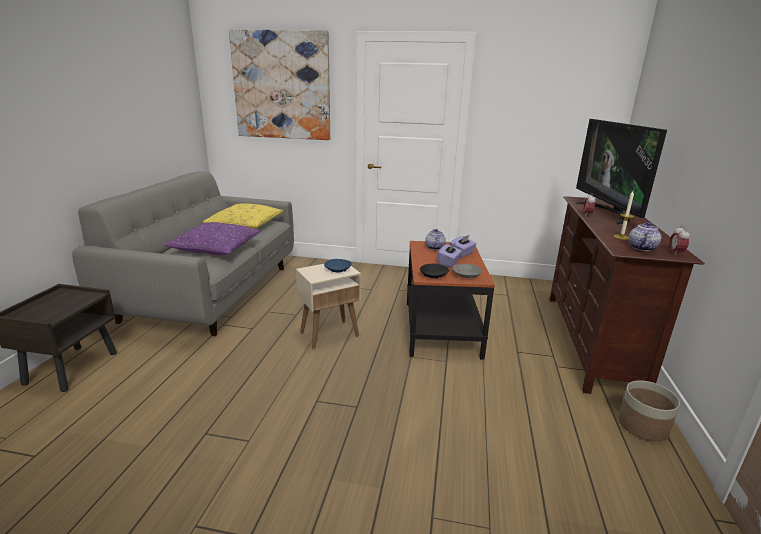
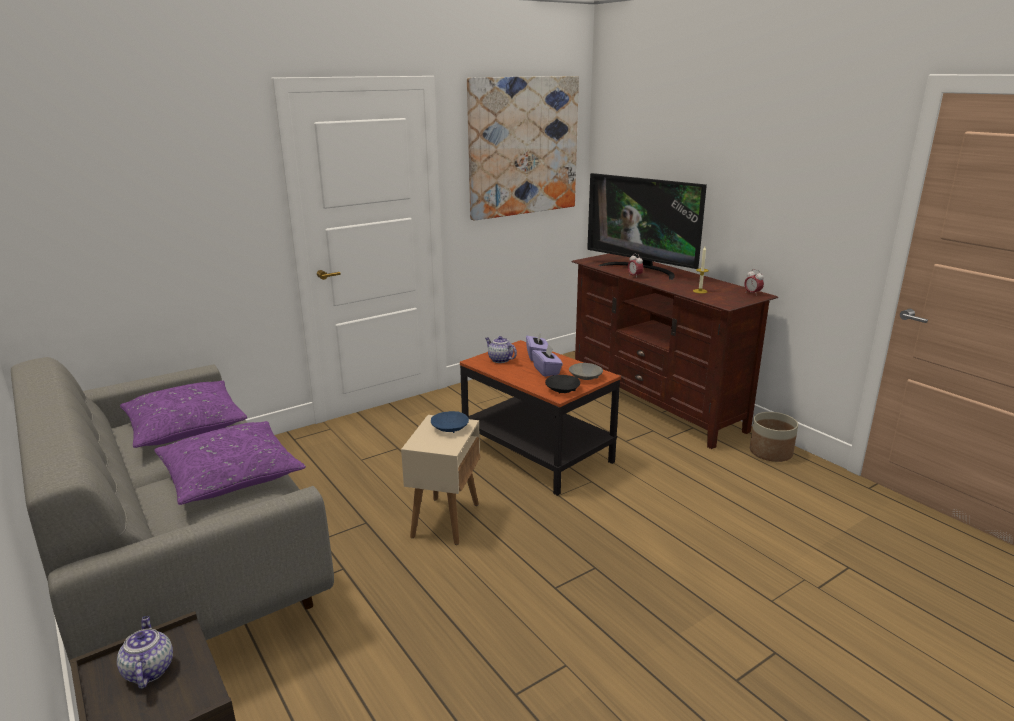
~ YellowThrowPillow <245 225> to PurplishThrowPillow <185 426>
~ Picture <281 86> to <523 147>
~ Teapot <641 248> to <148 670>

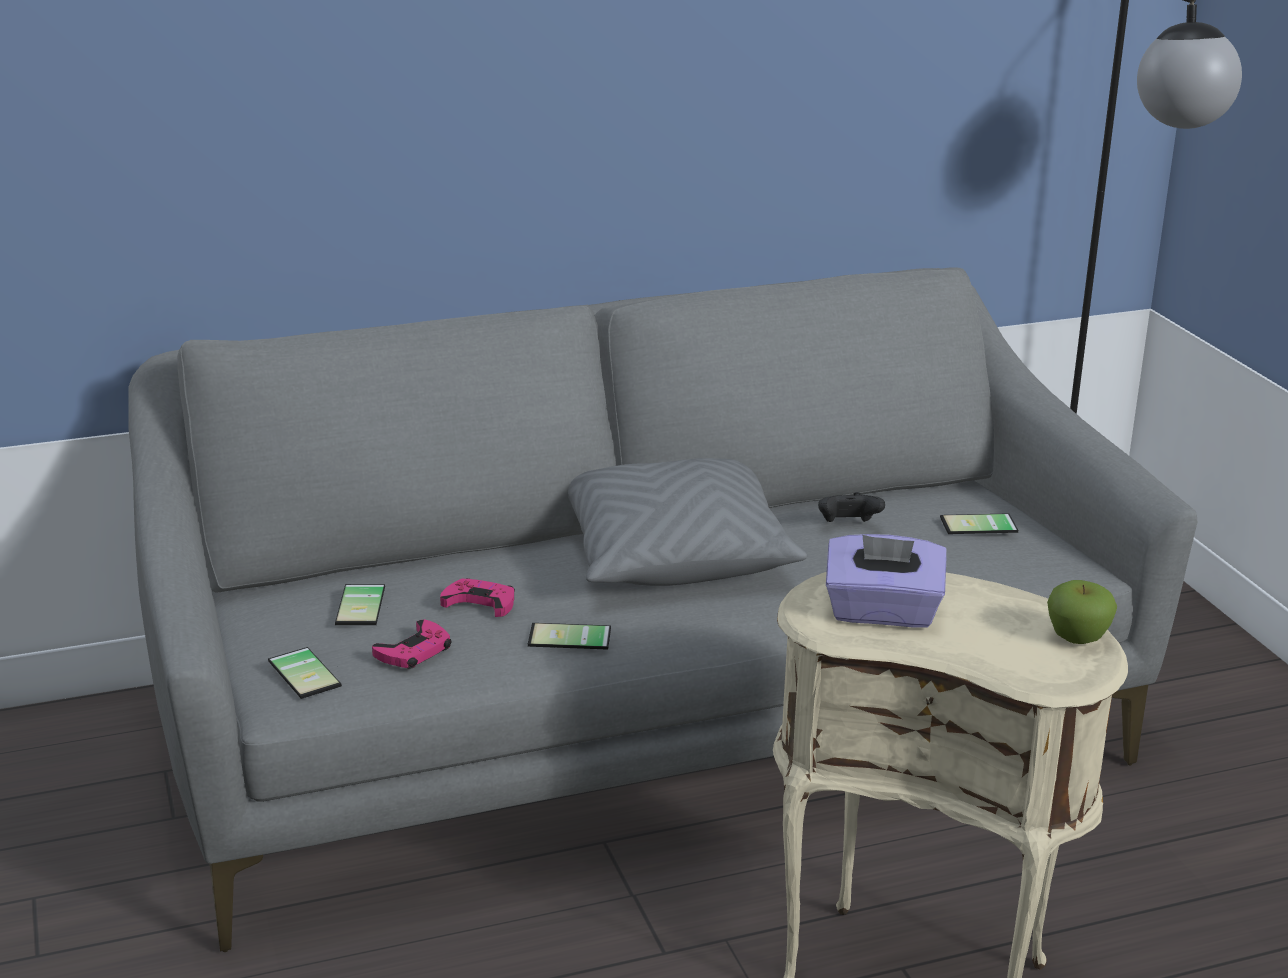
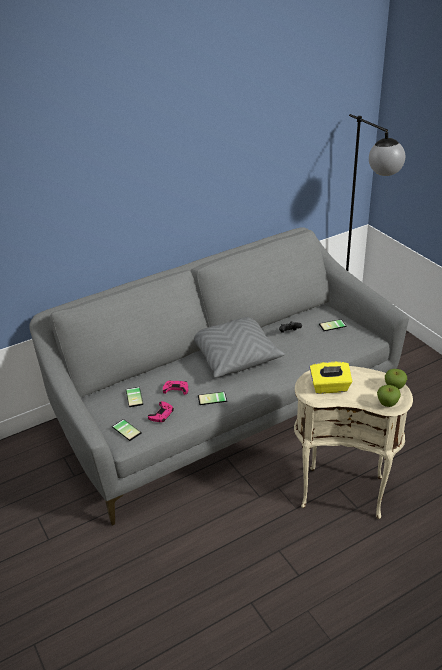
~ PurplishTissueBox <882 613> to YellowTissueBox <330 387>
+ Apple <387 404>

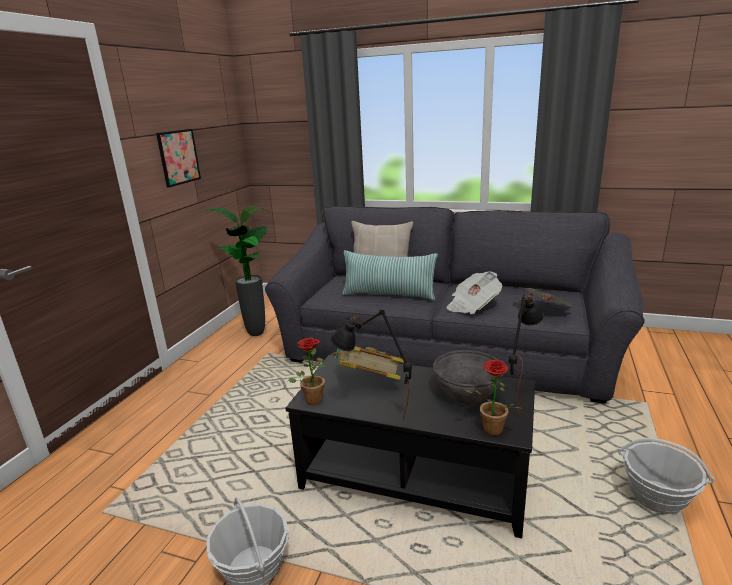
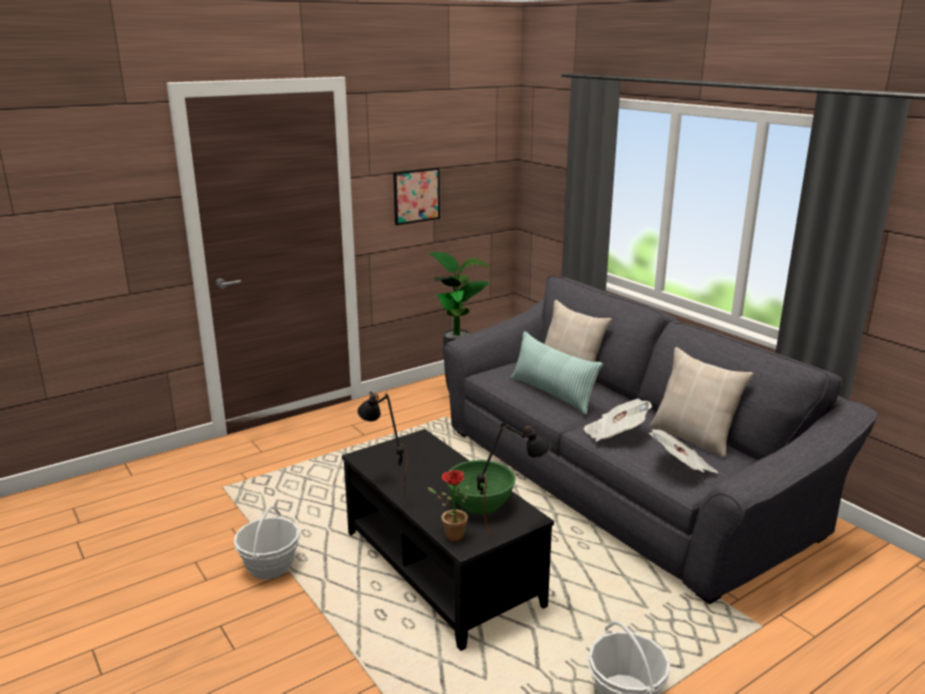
- PlantInAPot <313 398>
- BoundBook <367 382>
~ GreyishServingBowl <467 393> to GreenishServingBowl <479 504>
+ BeigeColouredThrowPillow <694 437>

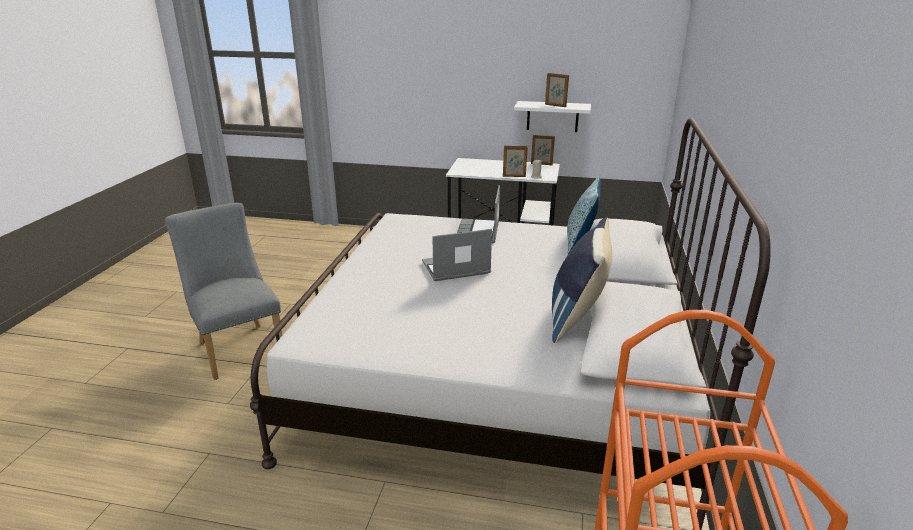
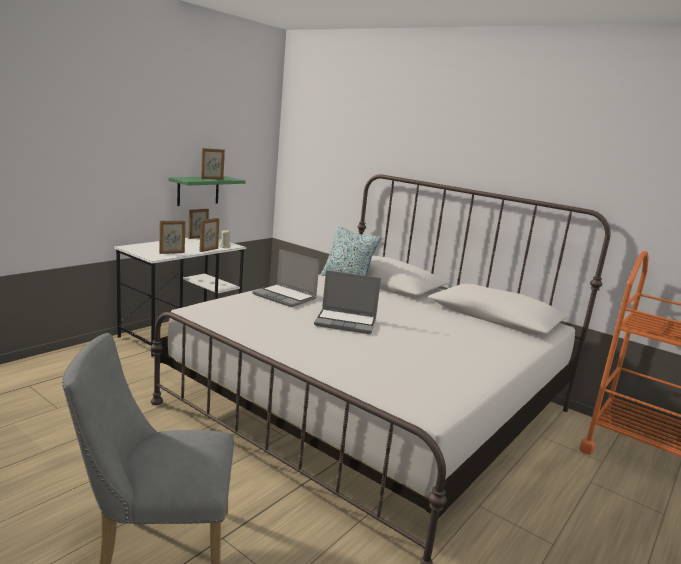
~ PortableComputer <455 269> = <346 322> 90 degrees counterclockwise
~ WhitishShelf <552 116> to GreenishShelf <198 190>
- BlueThrowPillow <577 318>
+ StandingFrame <172 253>

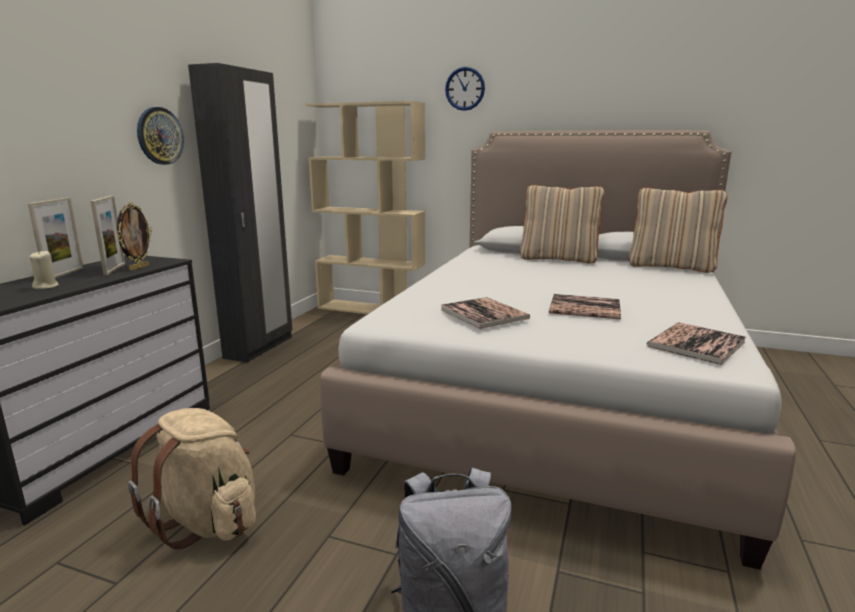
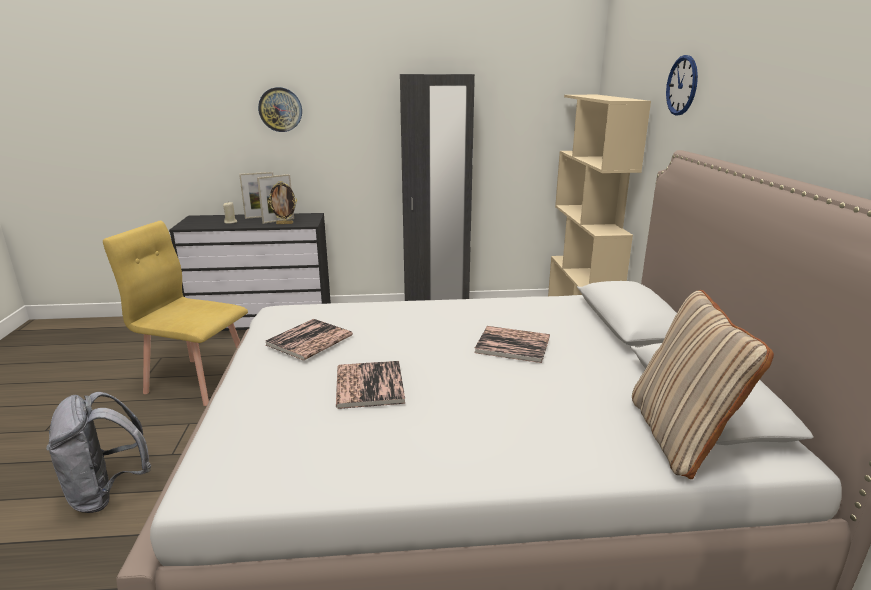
~ BeigeColouredKnapsack <208 521> to YellowChair <198 380>
~ ClockOnTheWall <159 136> to <280 109>
- BeigeColouredThrowPillow <558 259>
~ BoundBook <696 344> to <512 345>

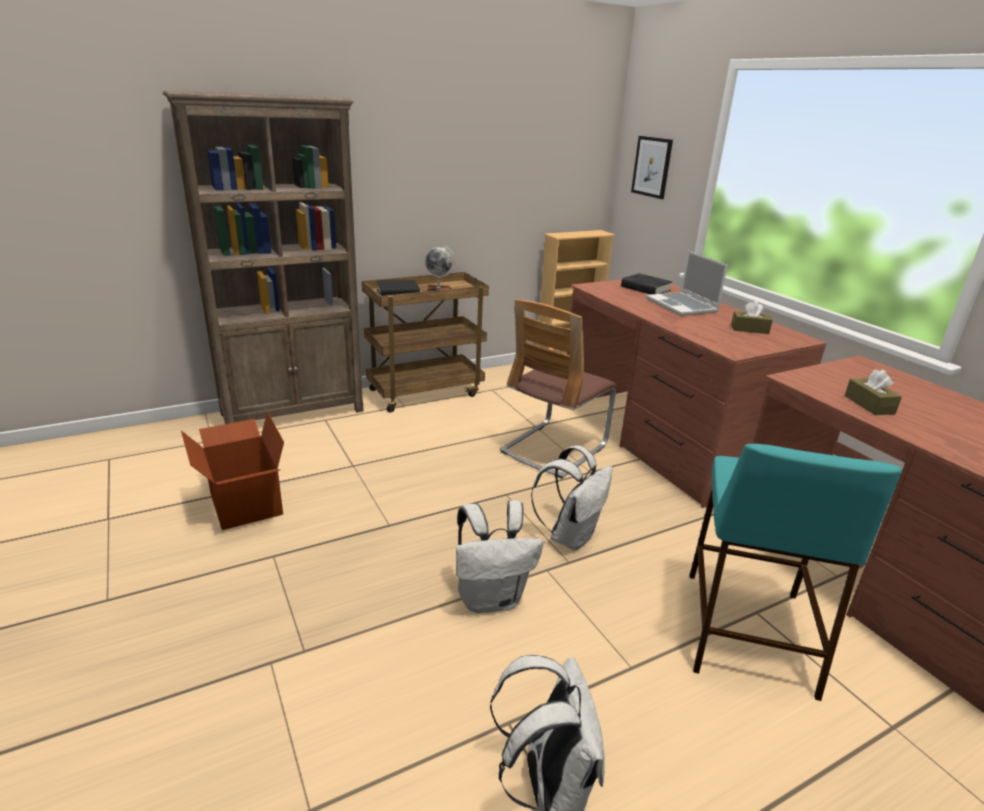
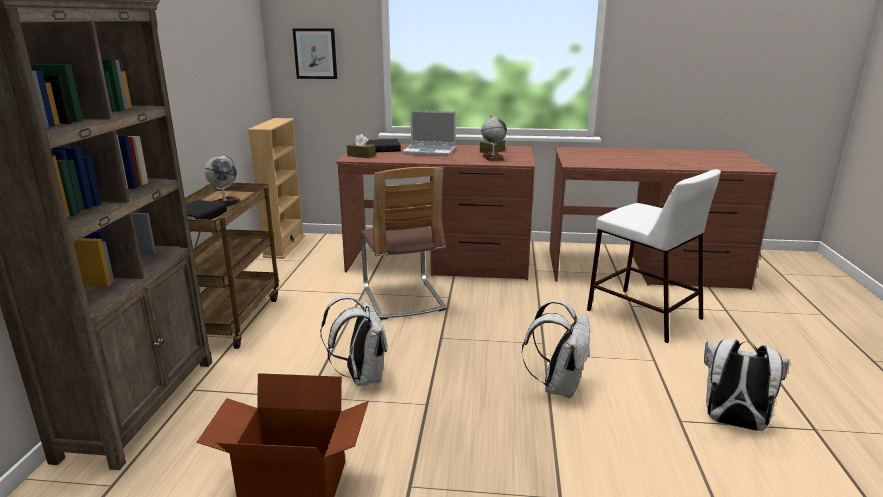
~ WhitishKnapsack <571 536> to <361 377>
~ TurquoiseColouredStool <746 629> to WhitishStool <642 314>
~ BrownishTissueBox <869 404> to <361 155>
+ WorldGlobe <493 158>

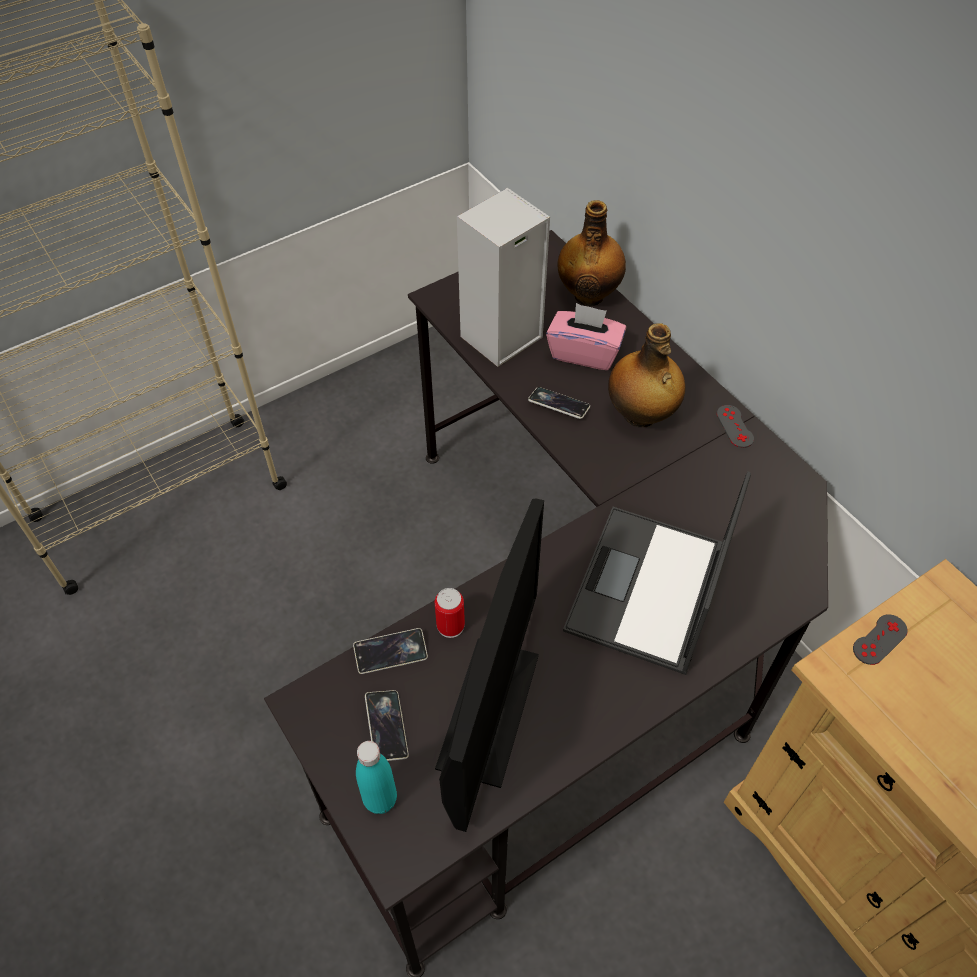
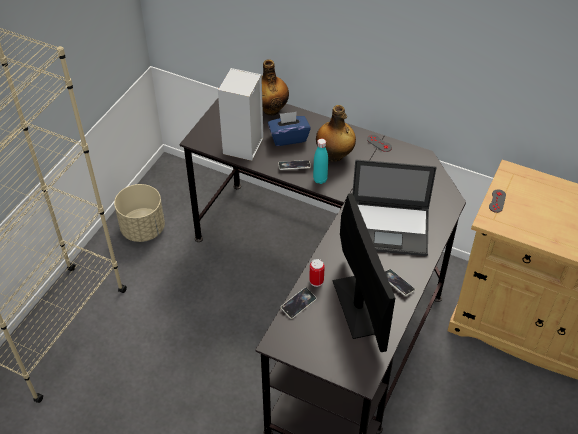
~ TurquoiseColouredDrinkBottle <380 799> to <320 179>
~ Telephone <386 727> to <397 283>
~ PinkishTissueBox <584 353> to BlueTissueBox <288 137>
~ PortableComputer <647 591> = <389 228> 75 degrees counterclockwise
+ BeigeColouredPlantPot <143 229>

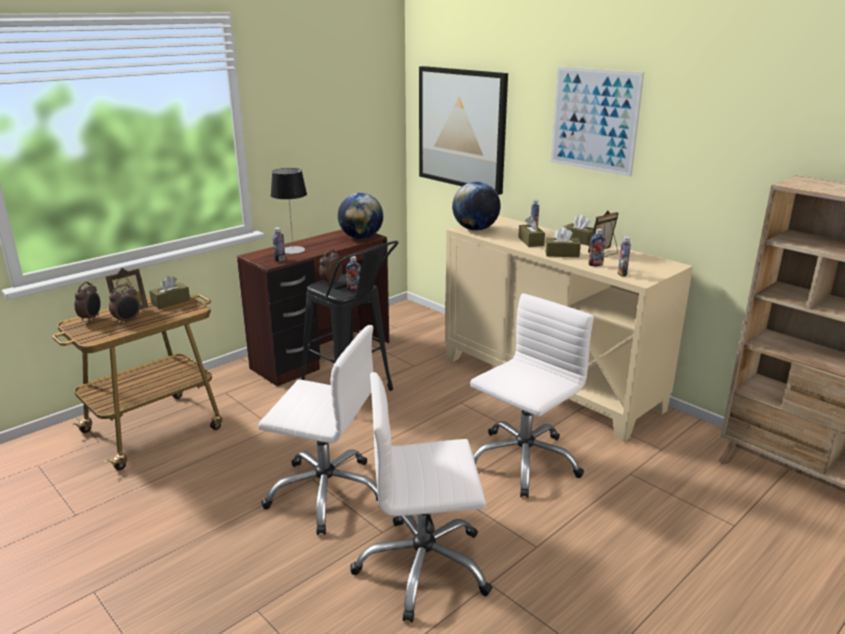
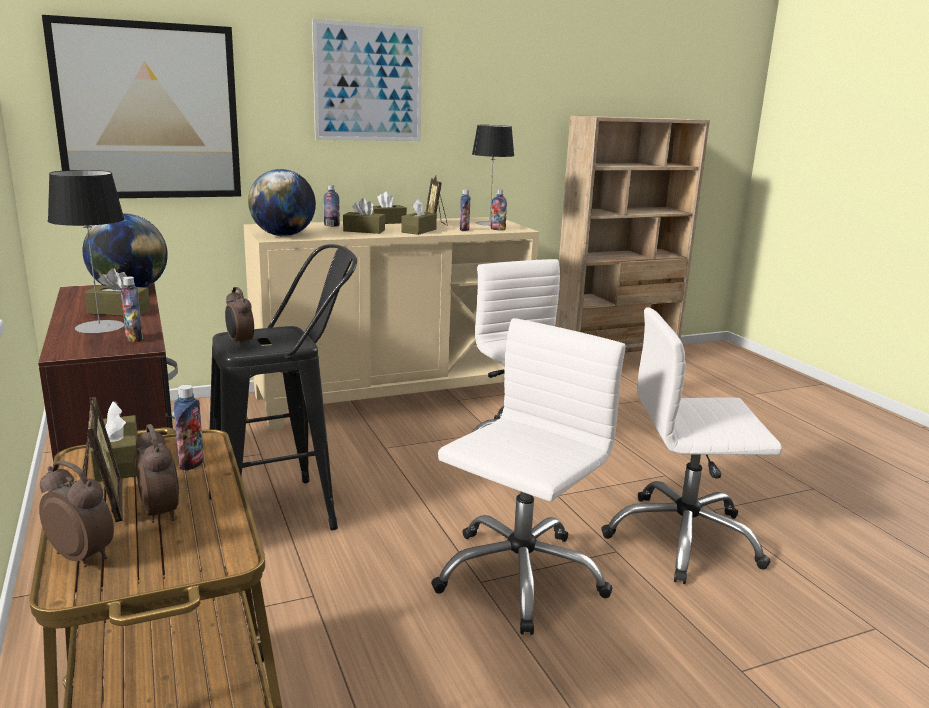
~ DrinkBottle <354 289> to <191 463>
~ WhitishOfficeChair <423 567> = <683 539> 75 degrees clockwise
+ BrownishTissueBox <119 311>
+ TabletopLamp <489 223>

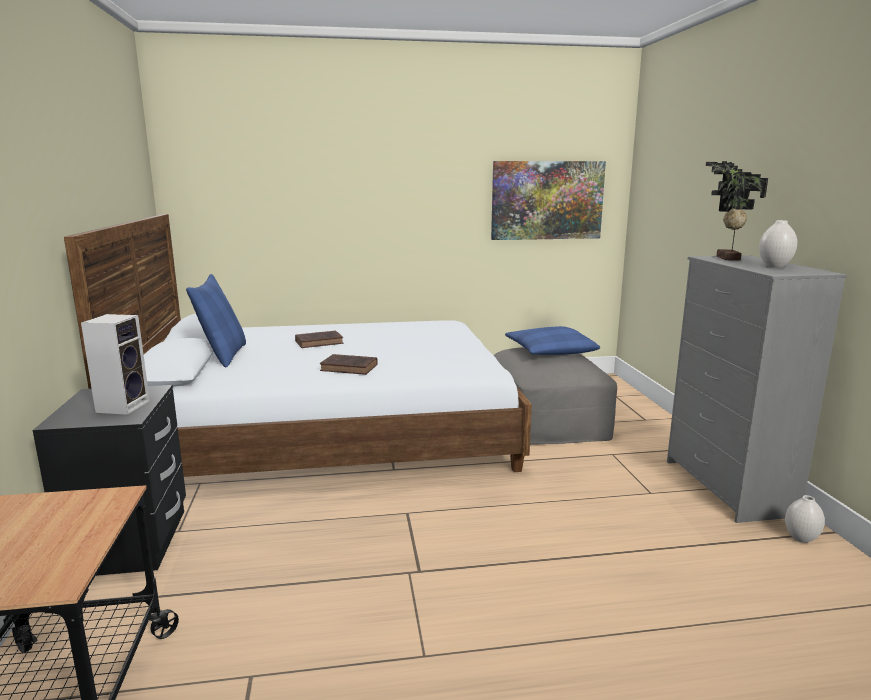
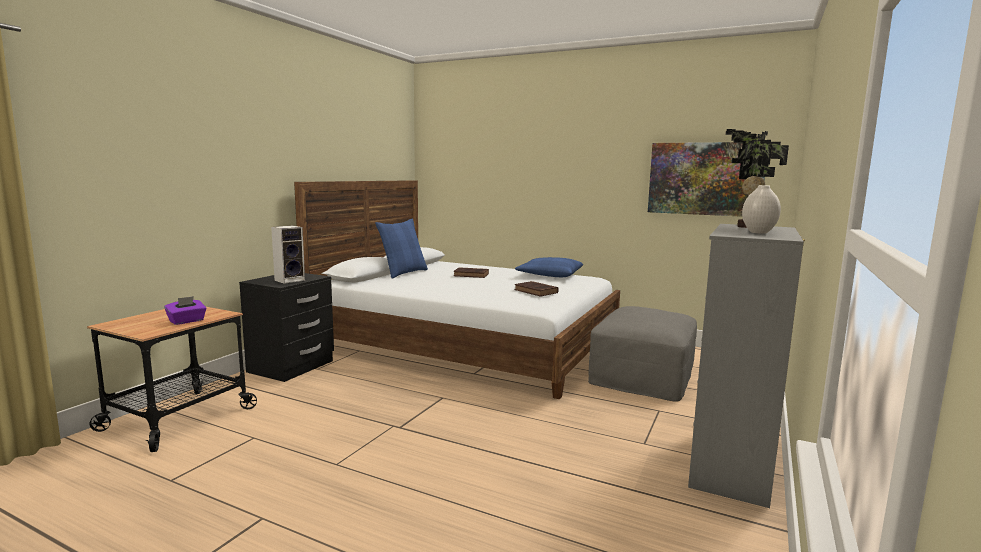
~ BrownishBoundBook <350 368> to <537 291>
~ BlueThrowPillow <550 351> to <549 275>
- WhitishVase <800 539>
+ PurplishTissueBox <187 321>

